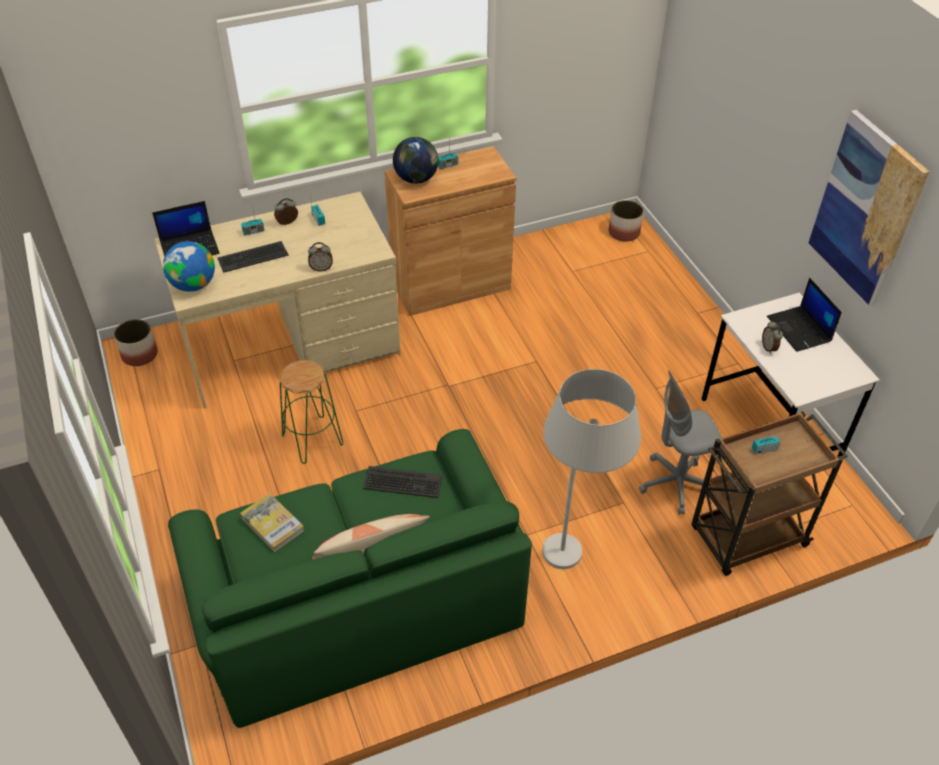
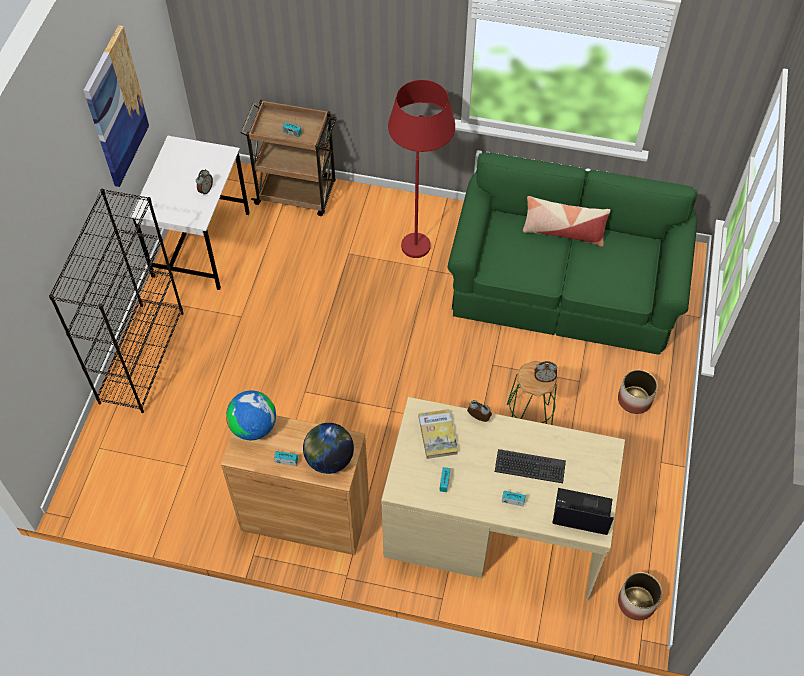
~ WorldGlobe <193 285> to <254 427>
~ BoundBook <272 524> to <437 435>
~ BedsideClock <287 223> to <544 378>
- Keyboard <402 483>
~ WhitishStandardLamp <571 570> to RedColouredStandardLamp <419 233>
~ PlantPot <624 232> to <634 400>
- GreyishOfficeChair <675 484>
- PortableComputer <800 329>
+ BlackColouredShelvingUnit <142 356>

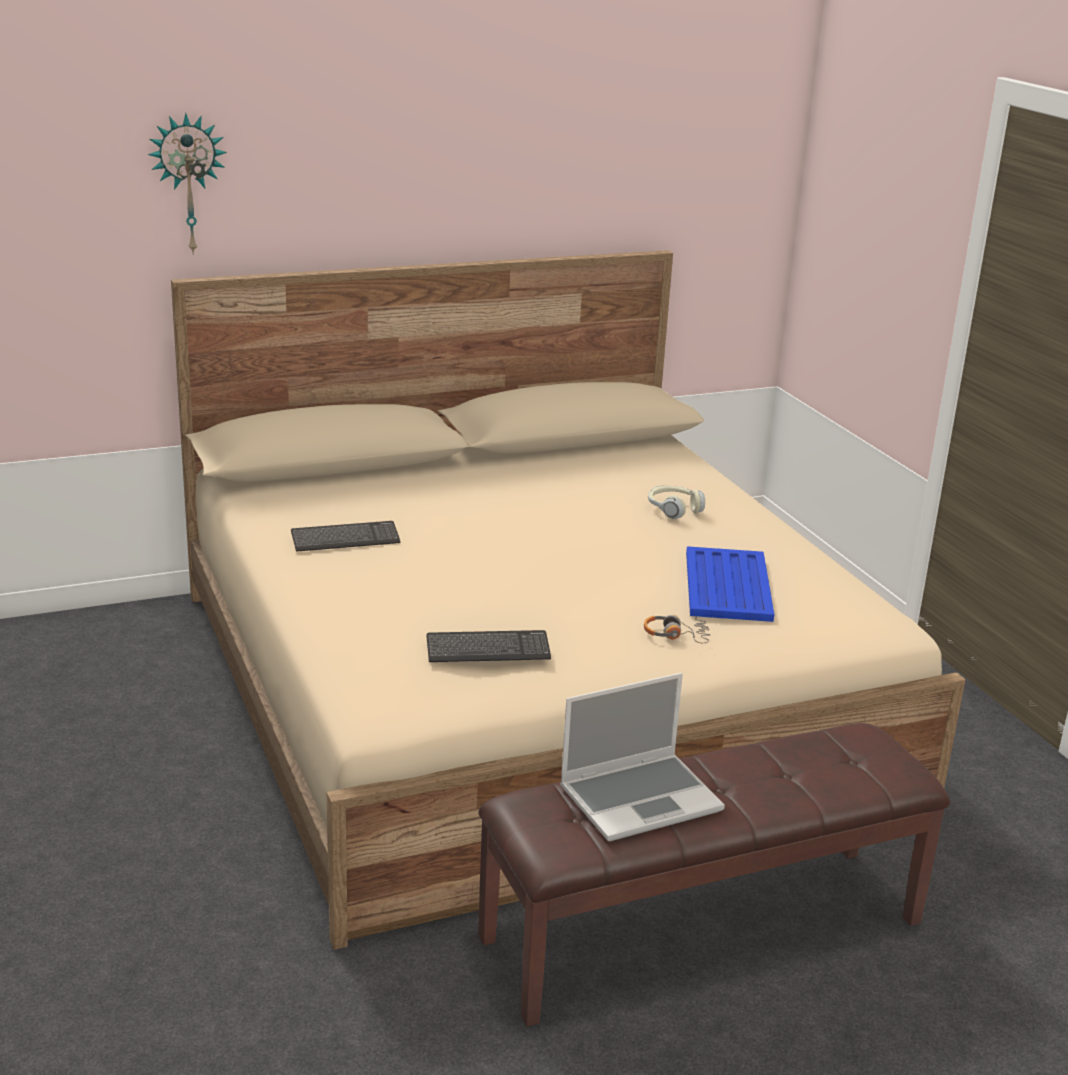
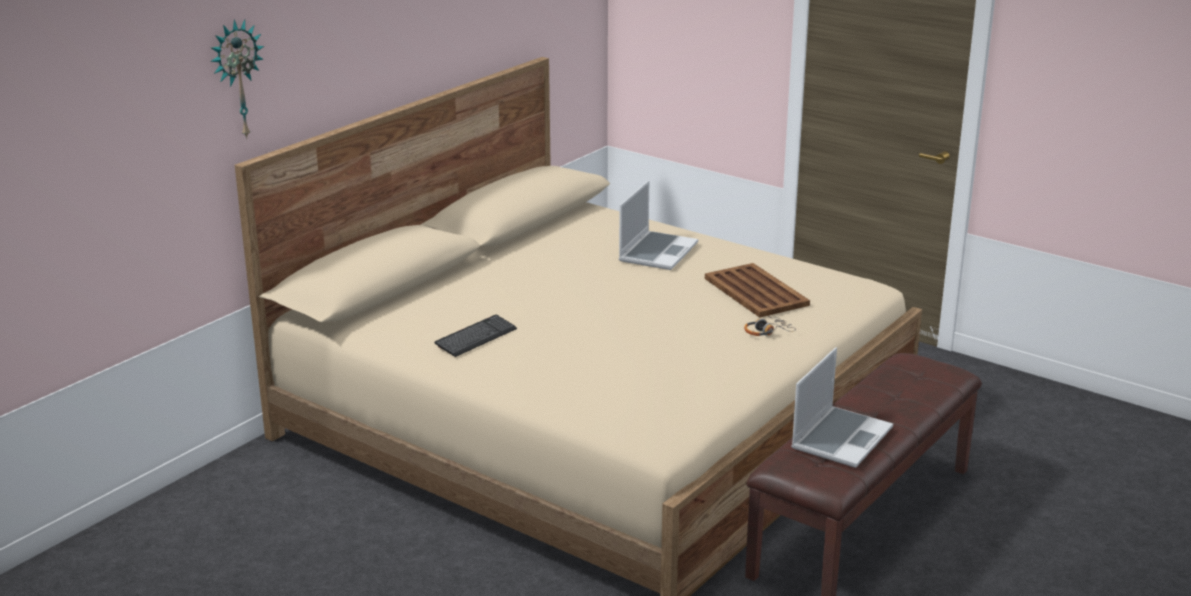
- Keyboard <488 649>
~ PairOfHeadphones <673 509> to PortableComputer <657 252>
~ BlueServingTray <728 585> to BrownishServingTray <755 291>

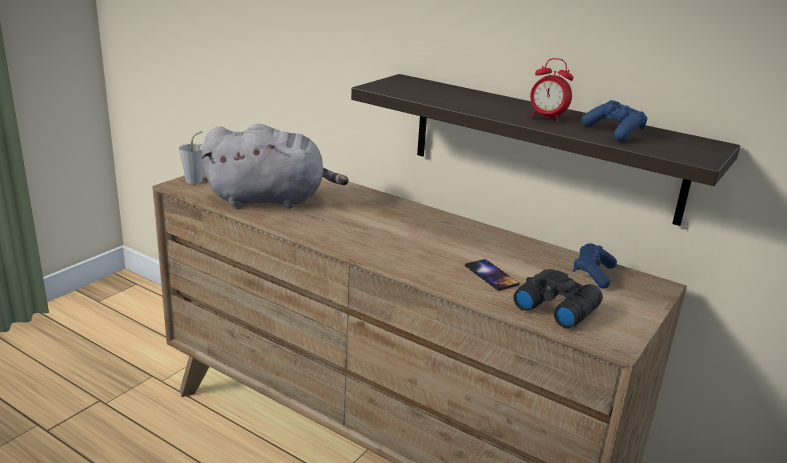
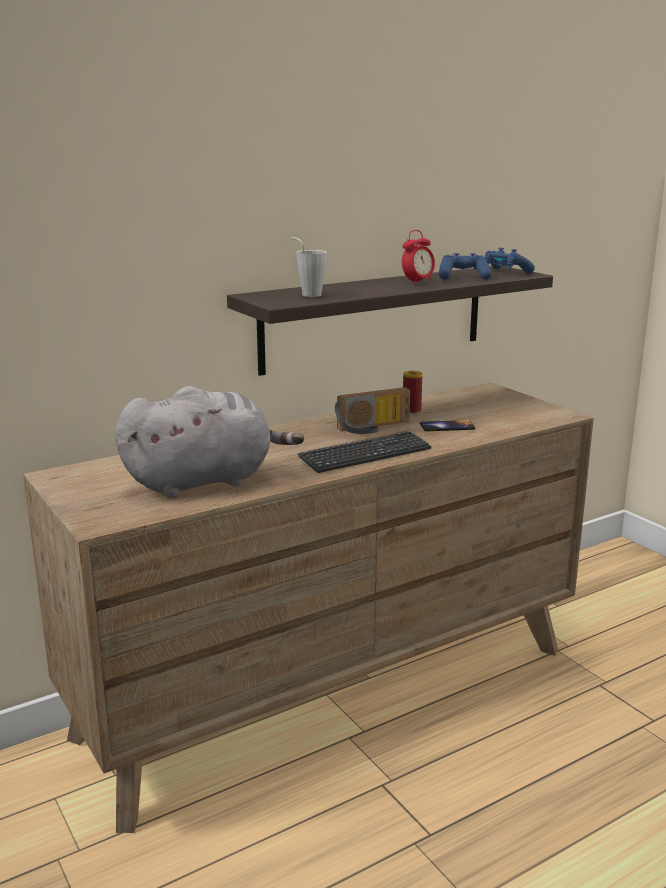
~ GreyishSmallCup <196 180> to <309 294>
~ GreyishCuddlyToy <271 200> = <204 481> 45 degrees clockwise
- BlackColouredFieldGlasses <555 307>
~ BlueGamepad <593 274> to <505 272>
+ Keyboard <365 454>
+ RadioReceiver <374 428>
+ Can <411 411>

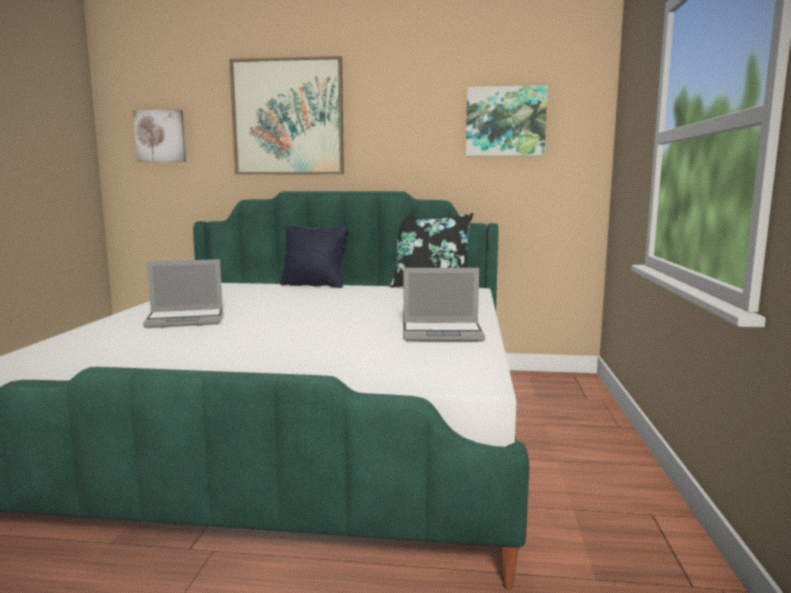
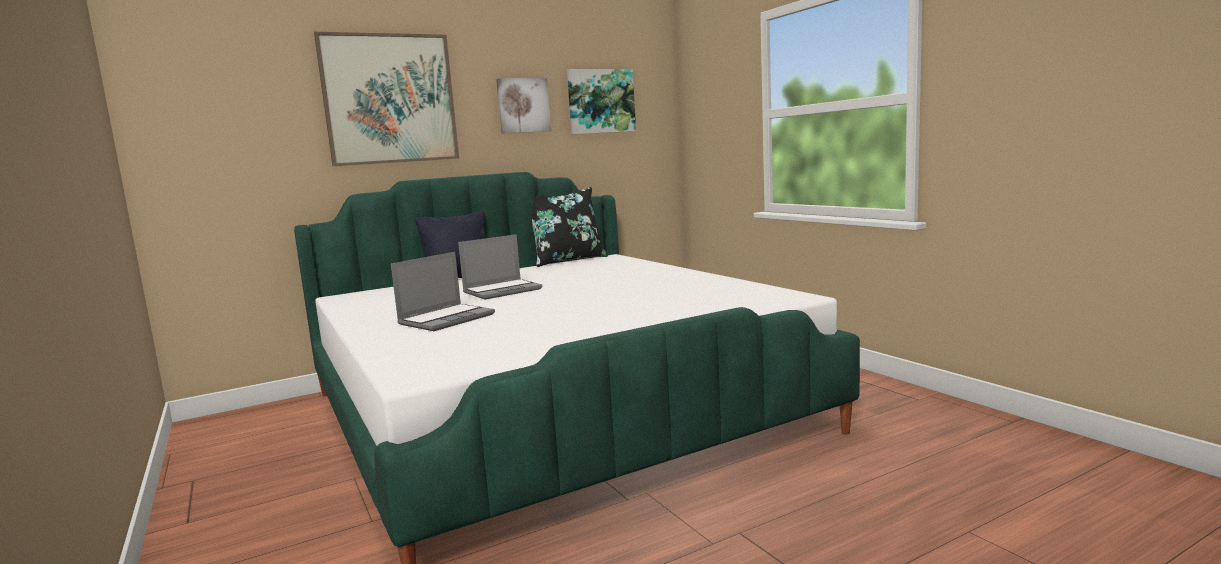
~ Picture <160 136> to <523 105>
~ PortableComputer <443 333> to <503 290>

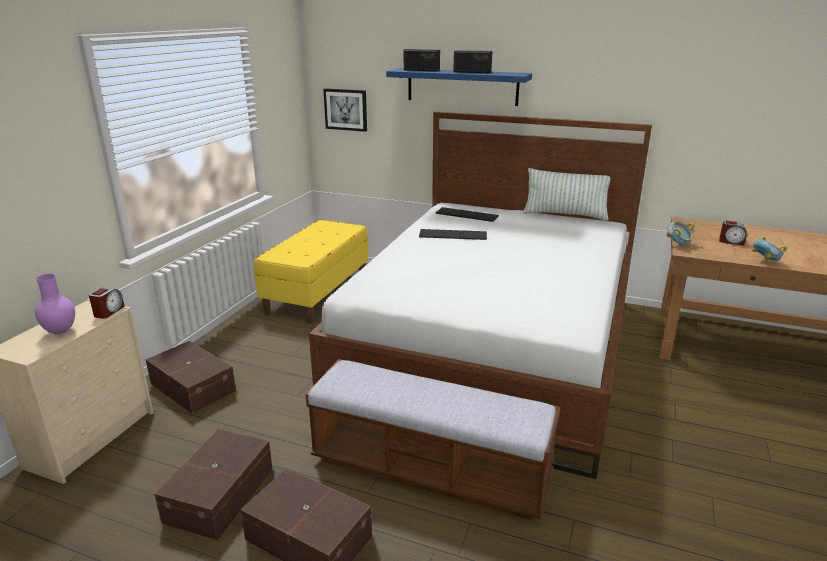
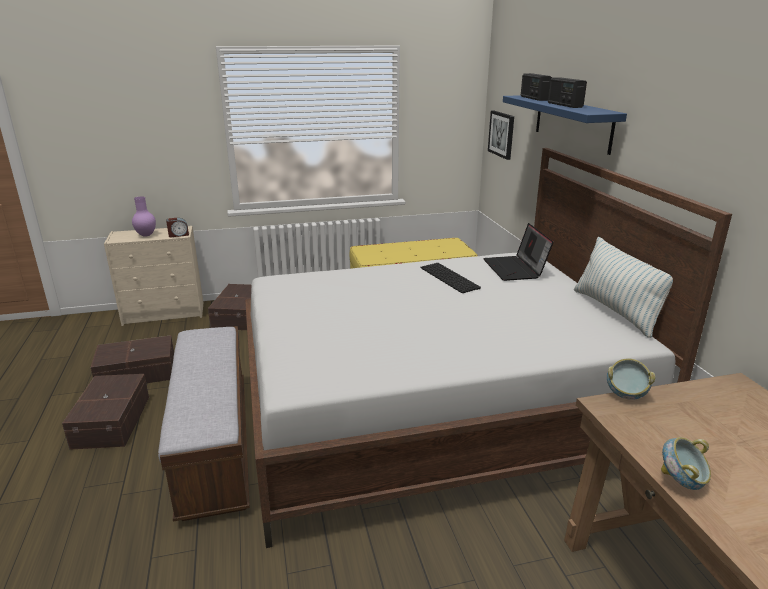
~ Keyboard <467 214> to PortableComputer <515 269>
- BedsideClock <731 242>

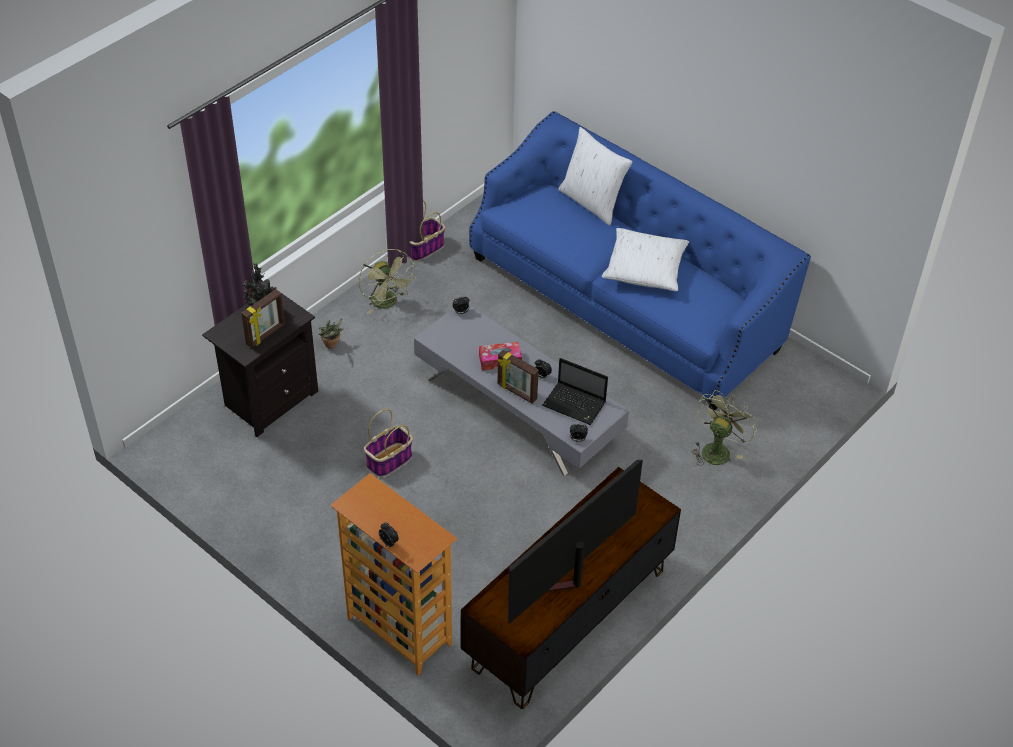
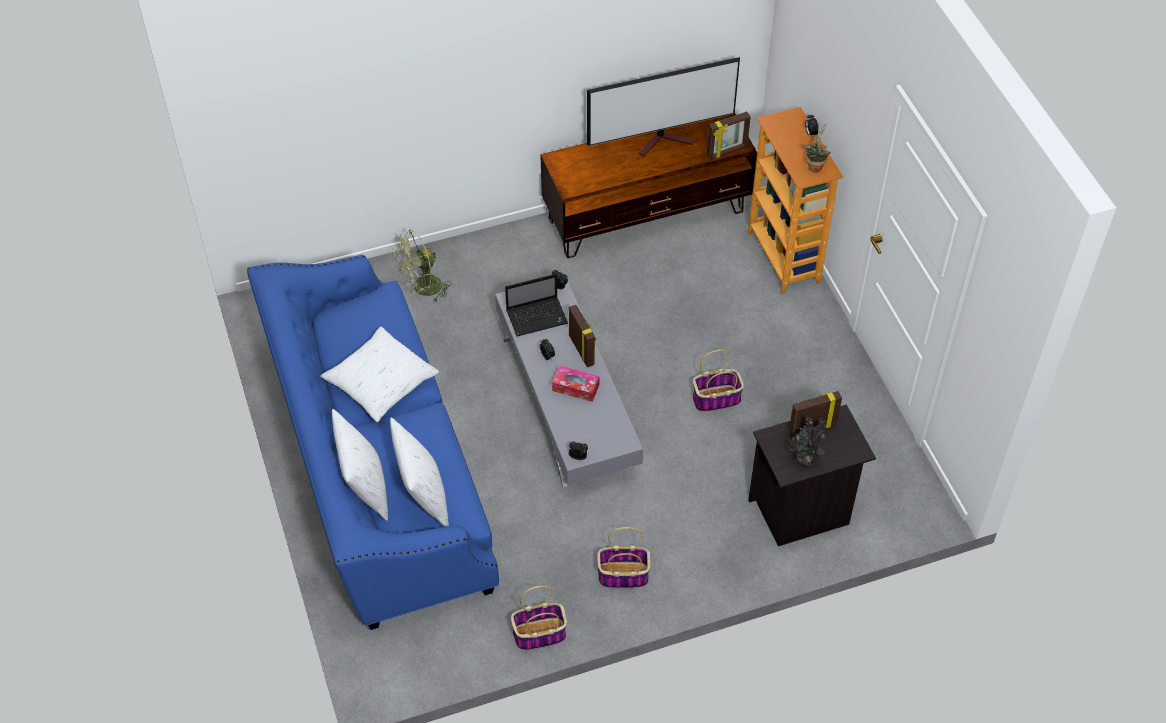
~ PlantInAPot <332 345> to <814 166>
~ GreenishCoolingFan <387 303> to StorageBasket <622 576>
~ PortableComputer <575 404> = <538 317> 105 degrees clockwise
+ WhitishThrowPillow <423 495>
+ StandingFrame <727 151>

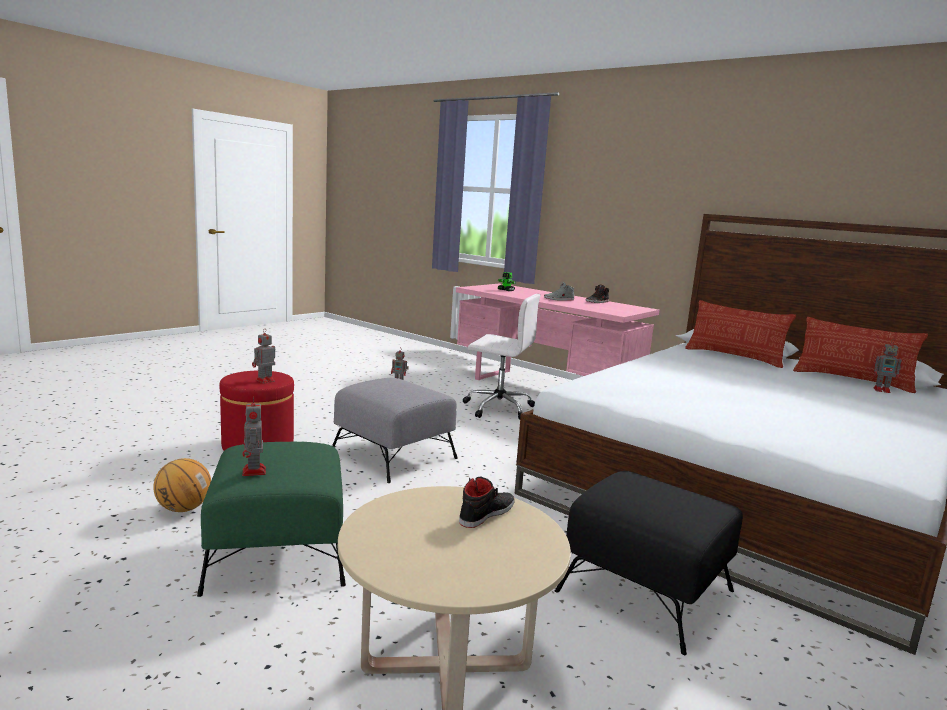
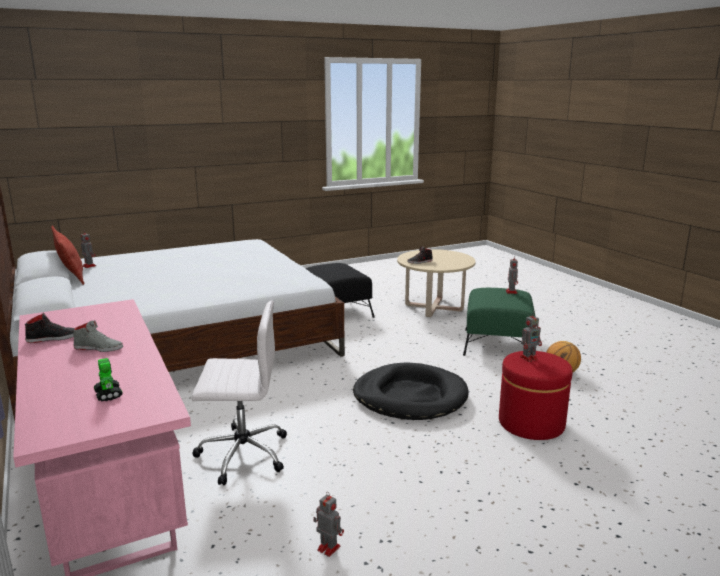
~ GreyishOttoman <394 456> to BlackColouredPetBed <410 396>
~ WhitishOfficeChair <497 408> = <241 454> 135 degrees clockwise
- ThrowPillow <734 357>

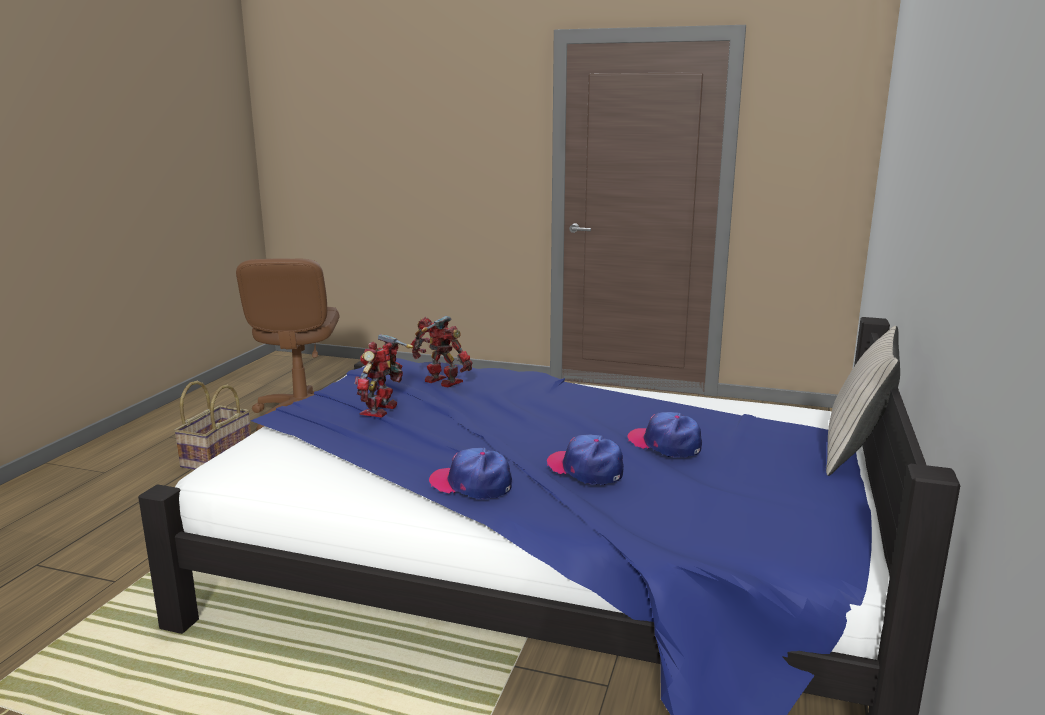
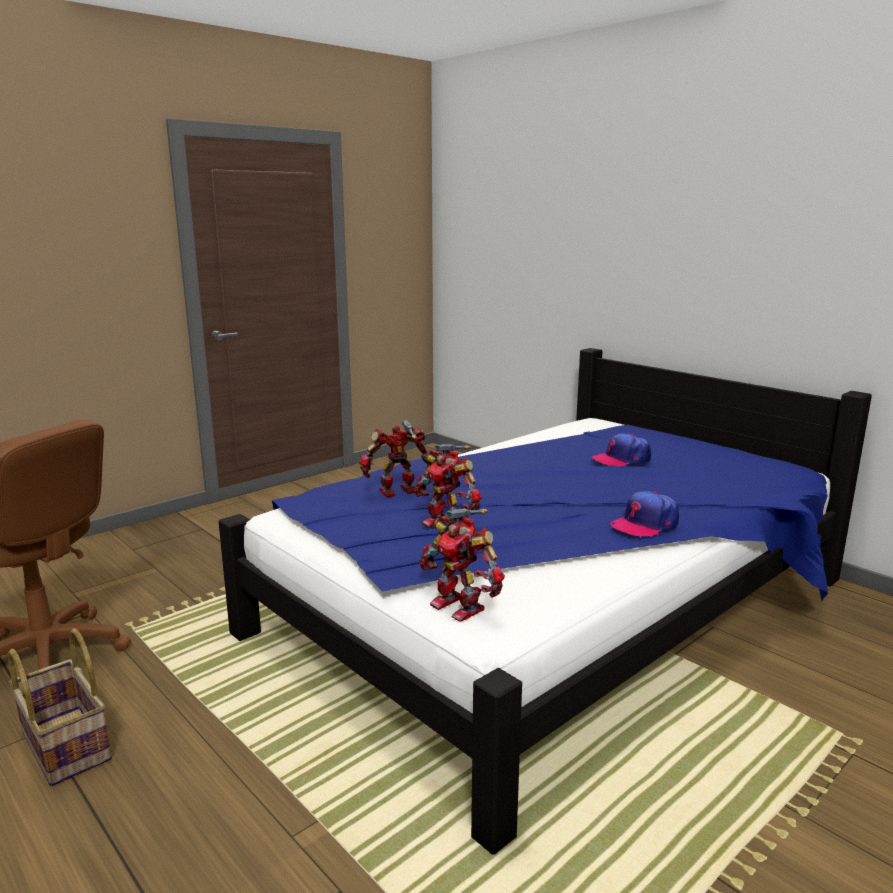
- Cap <586 469>
- BeigeColouredThrowPillow <855 452>
+ RobotFigure <460 606>

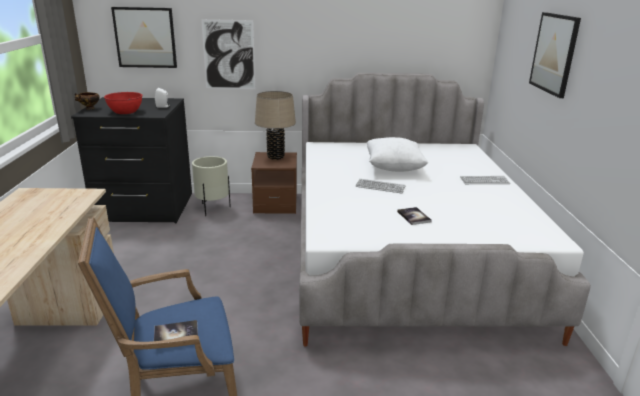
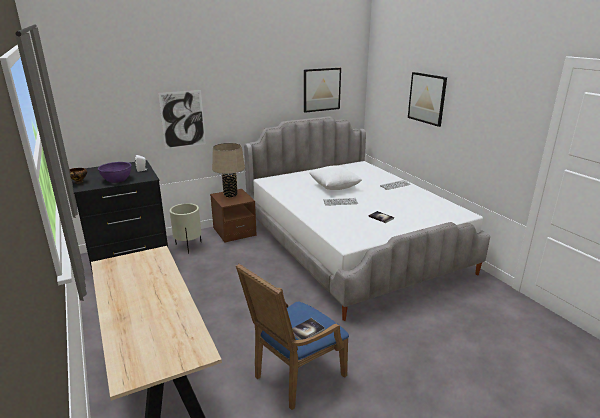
~ RedColouredServingBowl <125 111> to PurplishServingBowl <117 180>
~ Picture <145 37> to <321 89>

